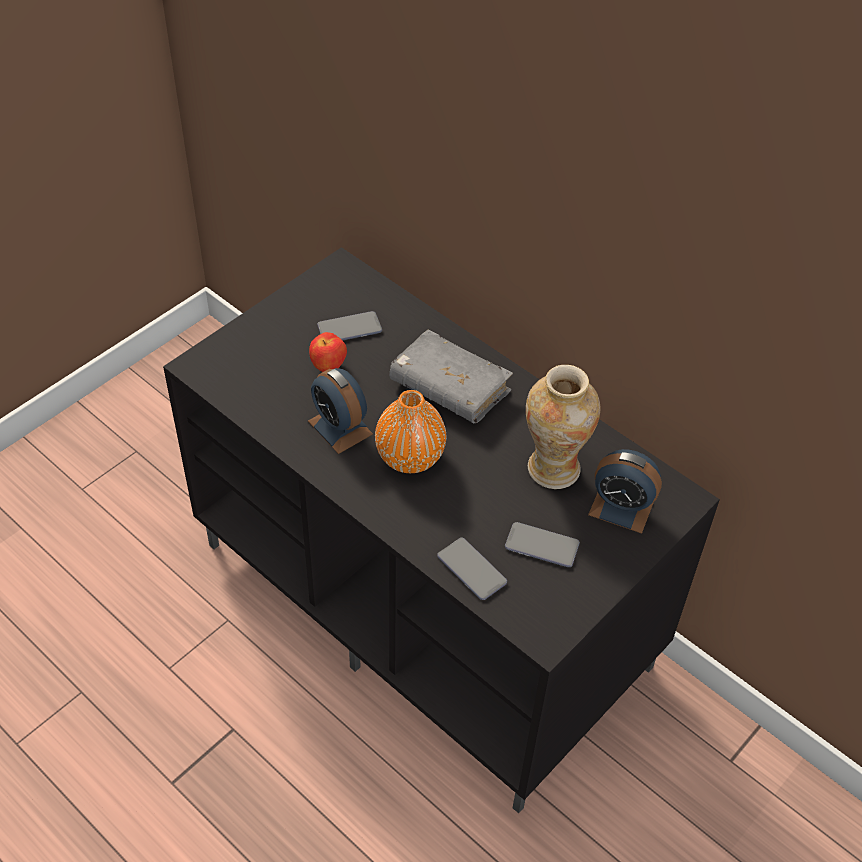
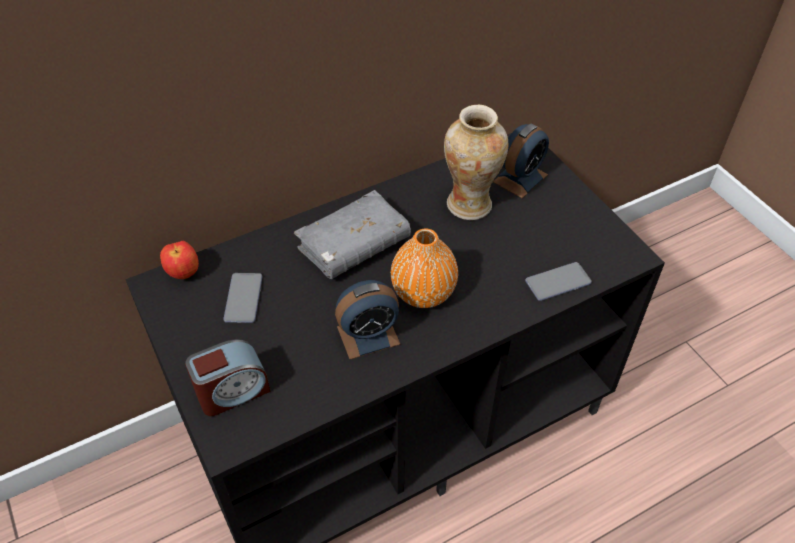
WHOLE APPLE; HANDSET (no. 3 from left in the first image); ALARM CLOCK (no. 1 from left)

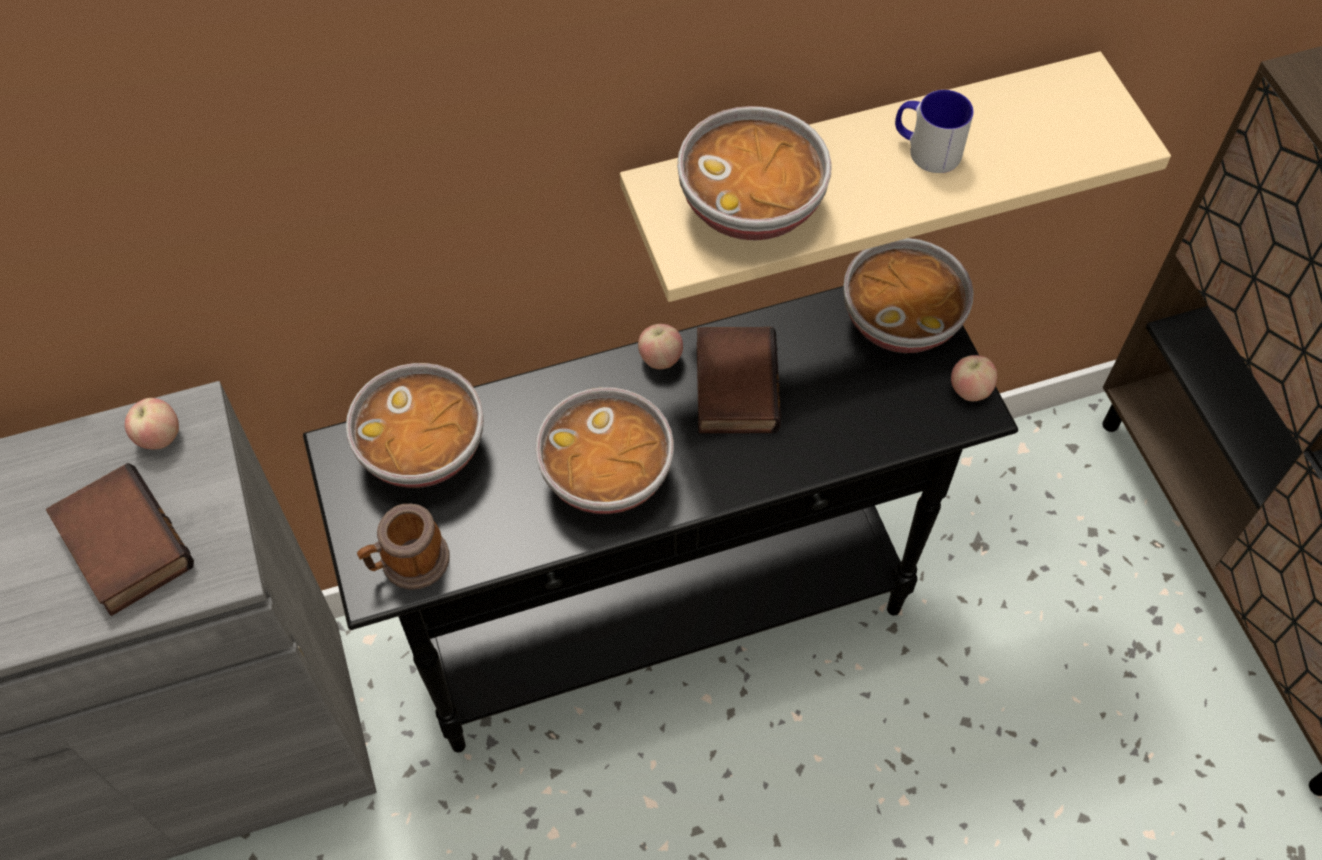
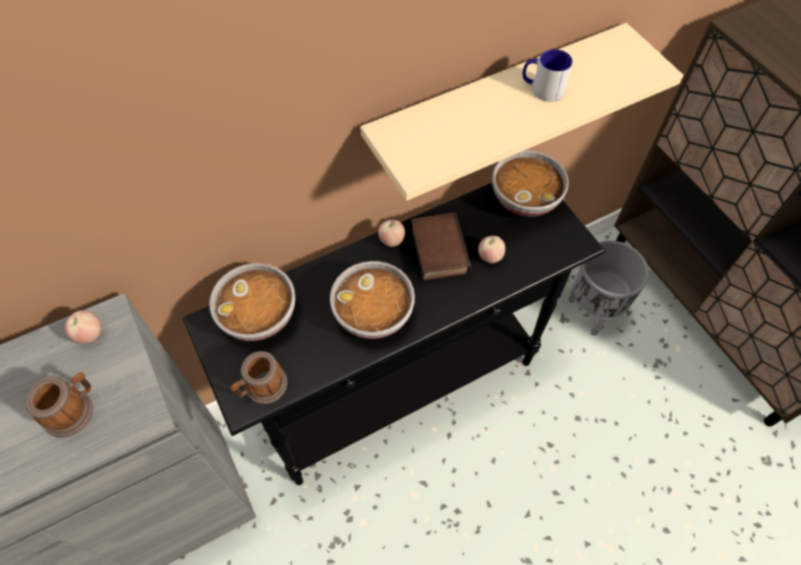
BOWL (no. 3 from left in the first image); WHOLE APPLE (no. 3 from left); COFFEE MUG (no. 1 from left); GREYISH FLOWER POT

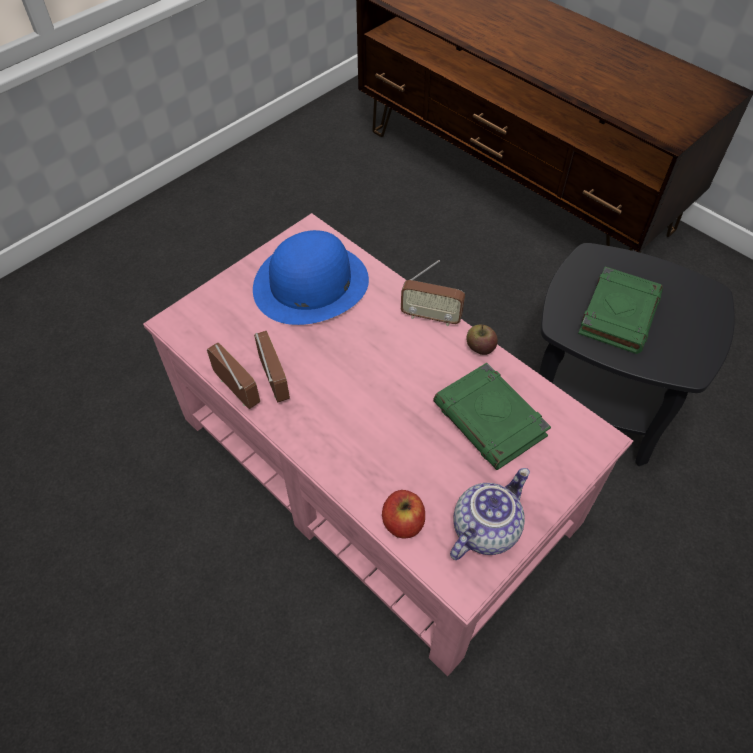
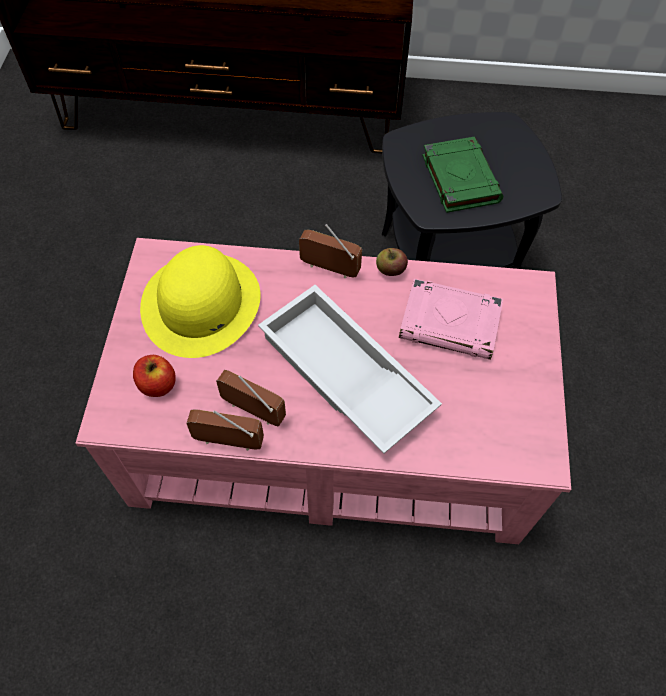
YELLOWISH CLOTHING HAT; RADIO SET (no. 3 from left); PINKISH VOLUME; TEAPOT; WHOLE APPLE (no. 1 from left); WHITE CARRYING TRAY

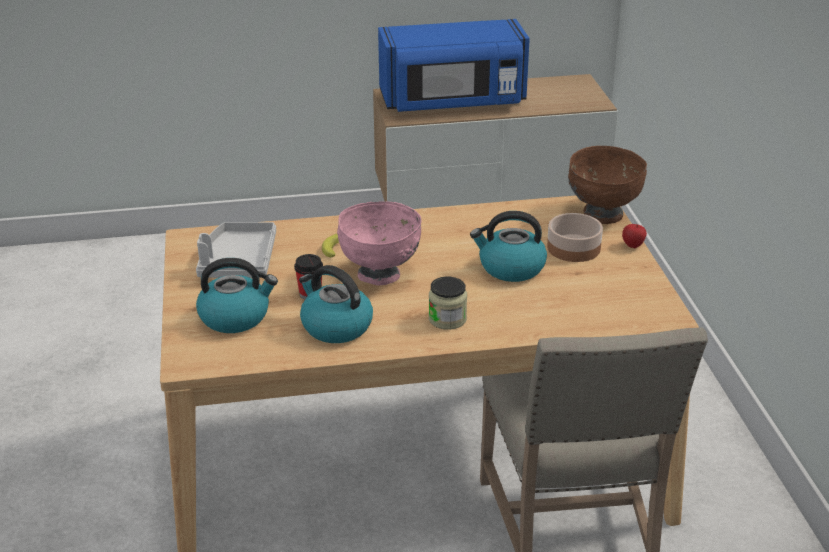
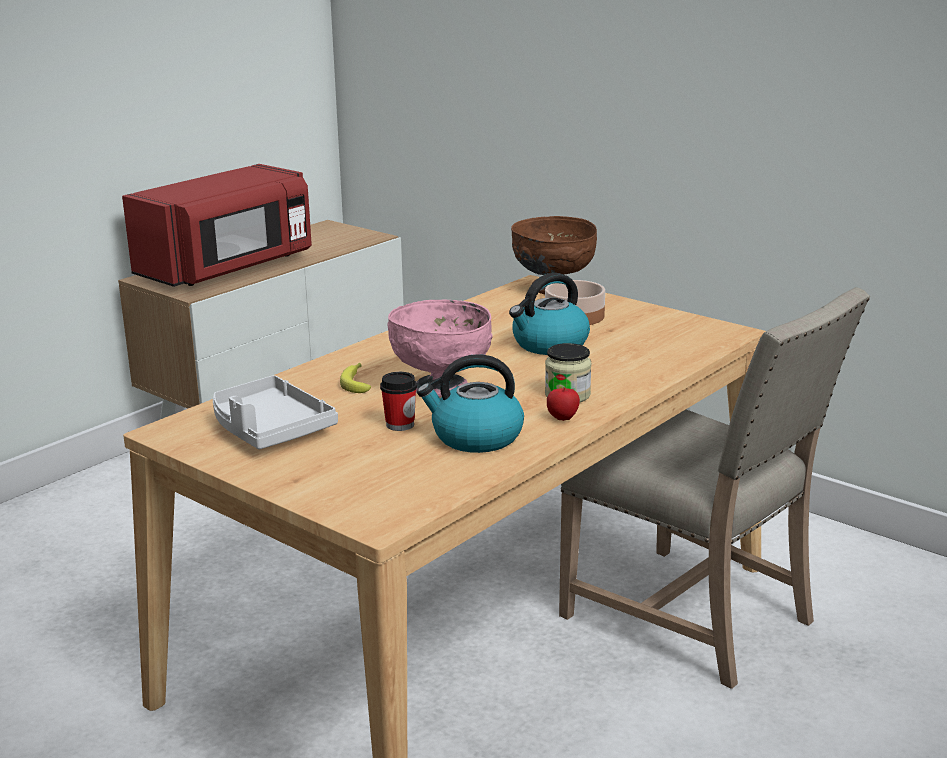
RED MICROWAVE OVEN; WHOLE APPLE; TEA KETTLE (no. 1 from left in the first image)

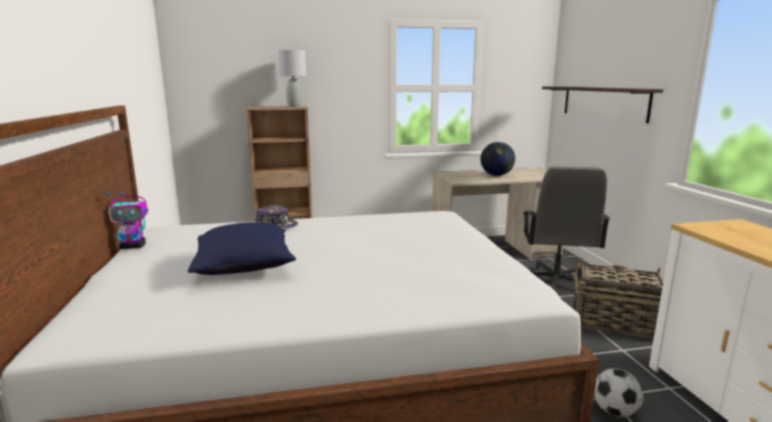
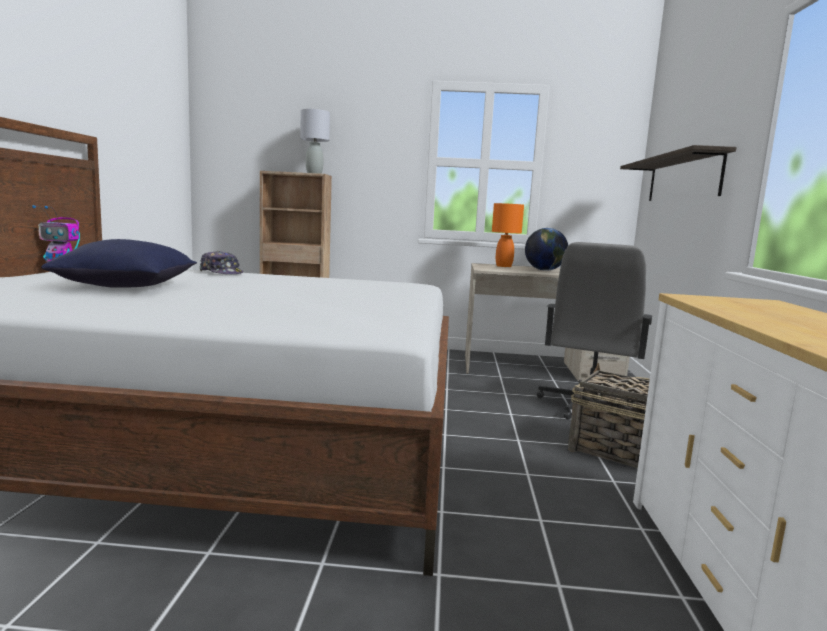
FOOTBALL; ORANGEY TABLE LAMP

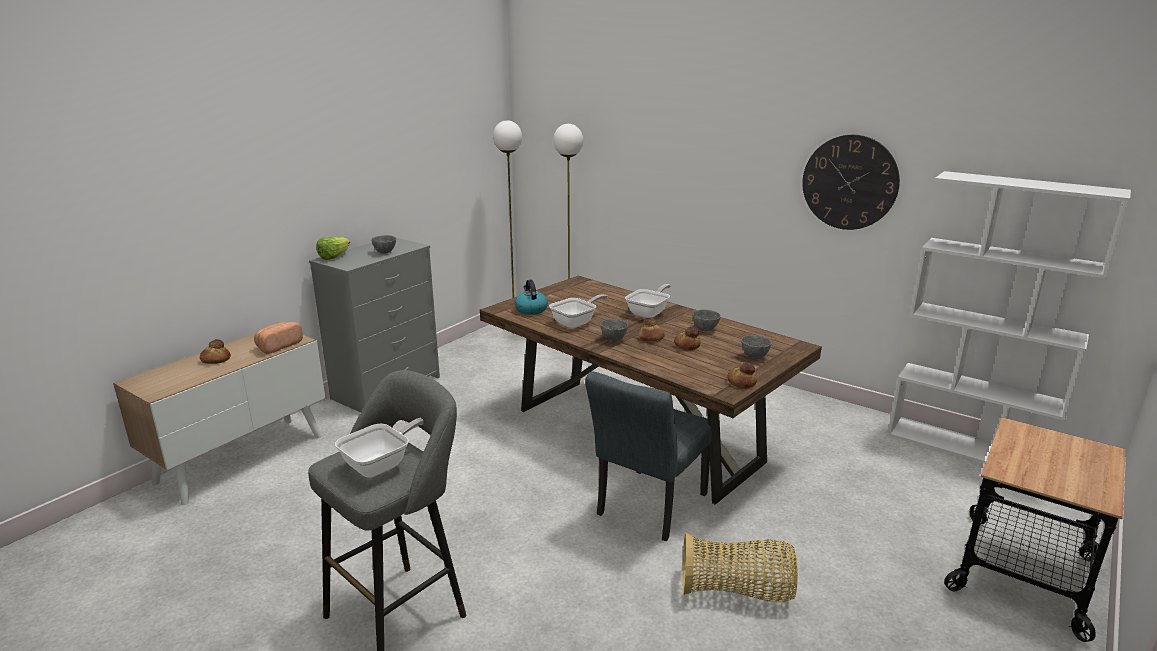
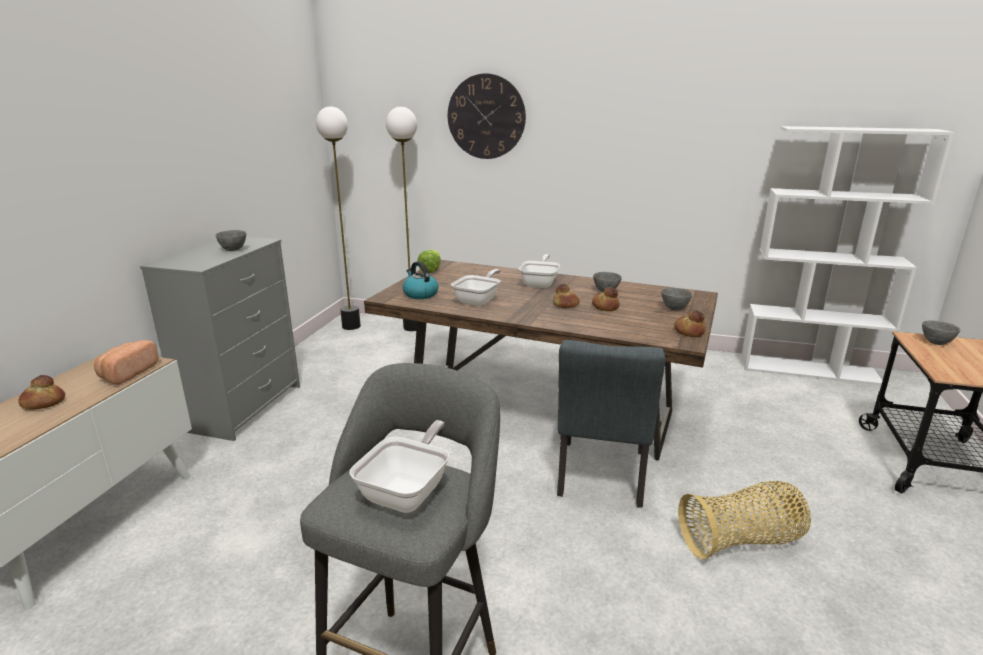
CLOCK ON THE WALL; HEAD OF LETTUCE; GREYISH BOWL (no. 4 from left)

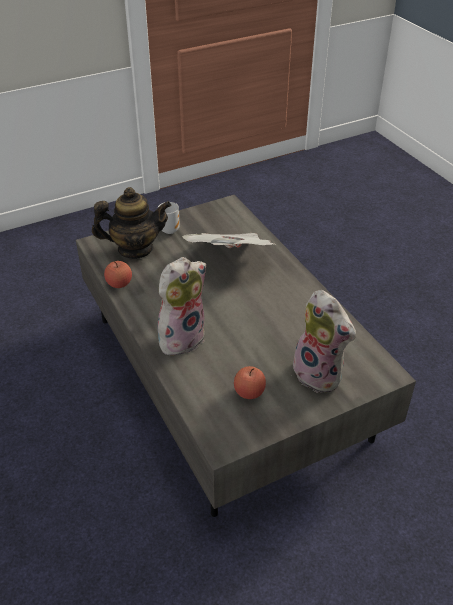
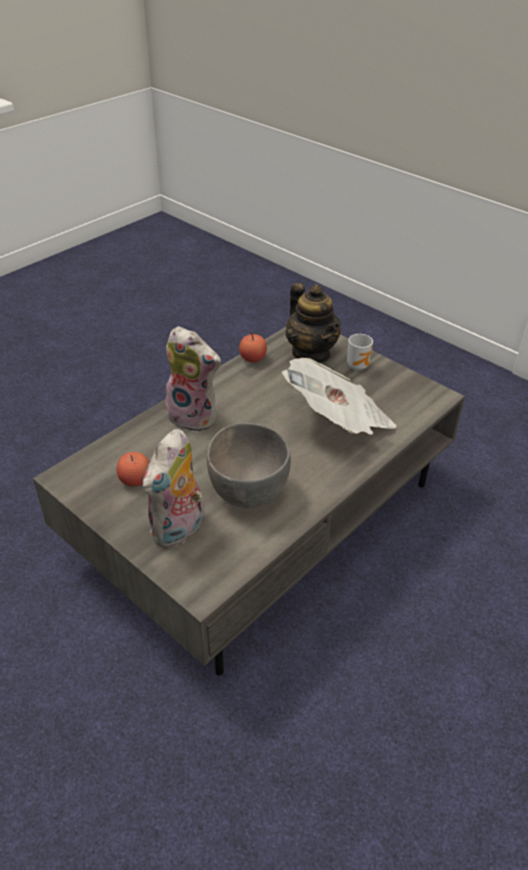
GREYISH BOWL

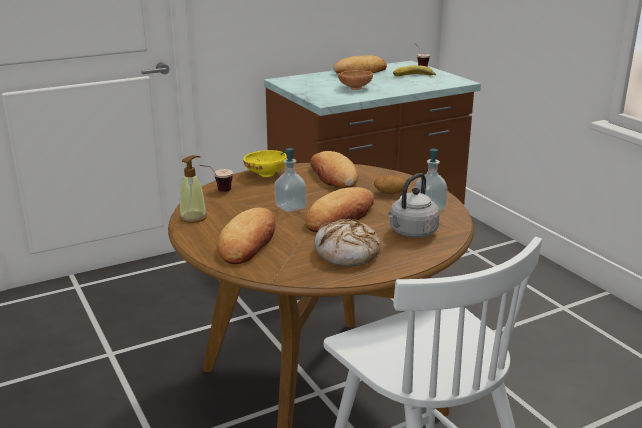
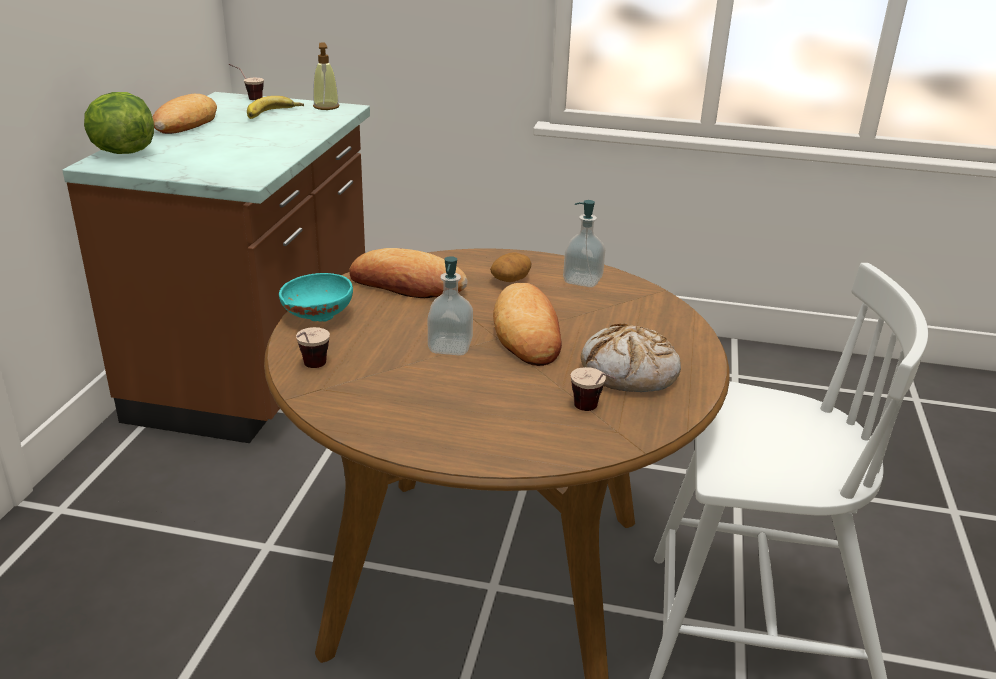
BROWN BOWL; TURQUOISE BOWL; LIQUID SOAP BOTTLE (no. 1 from left); GREYISH TEA KETTLE; BREAD (no. 1 from left in the first image); HEAD OF LETTUCE; SMALL CUP (no. 3 from left)

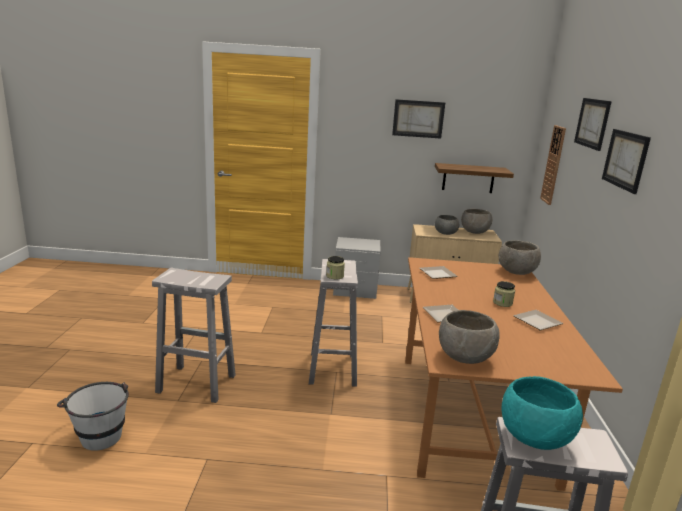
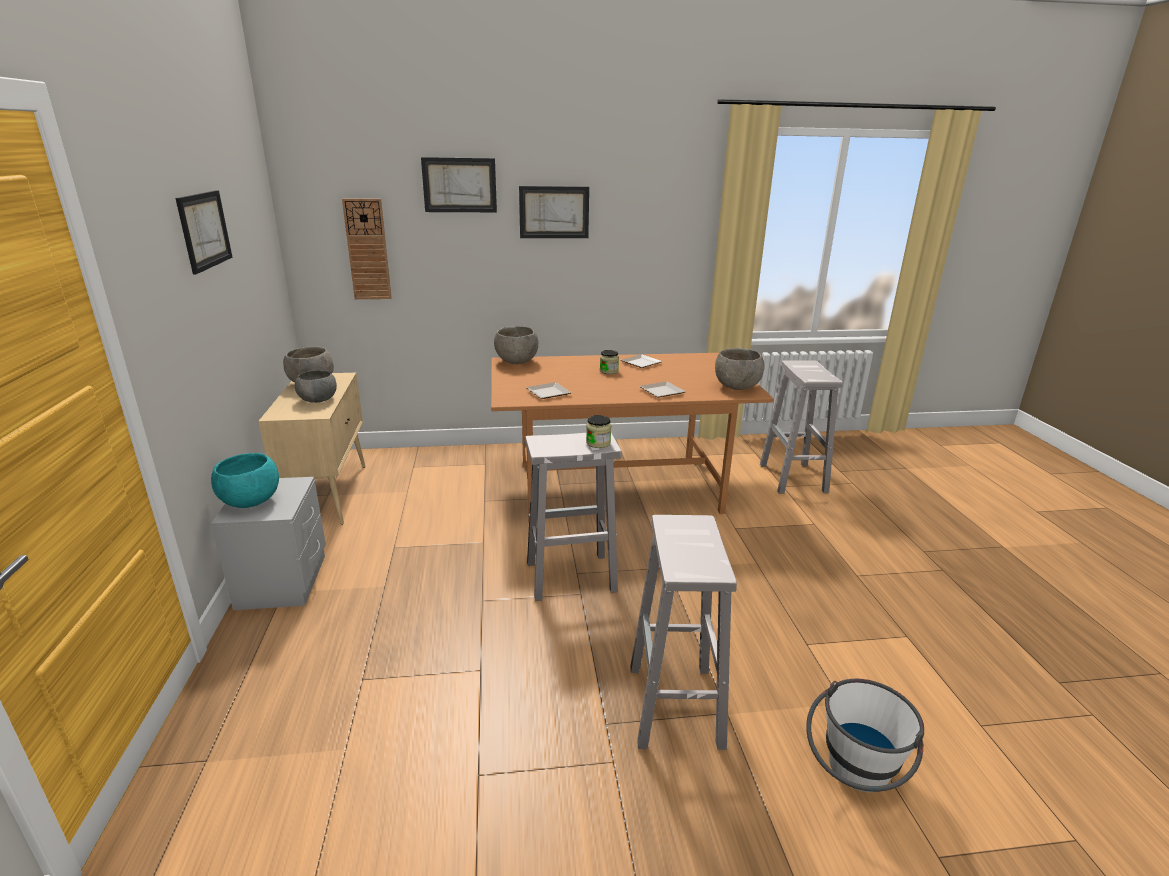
WALL SHELF; TURQUOISE BOWL

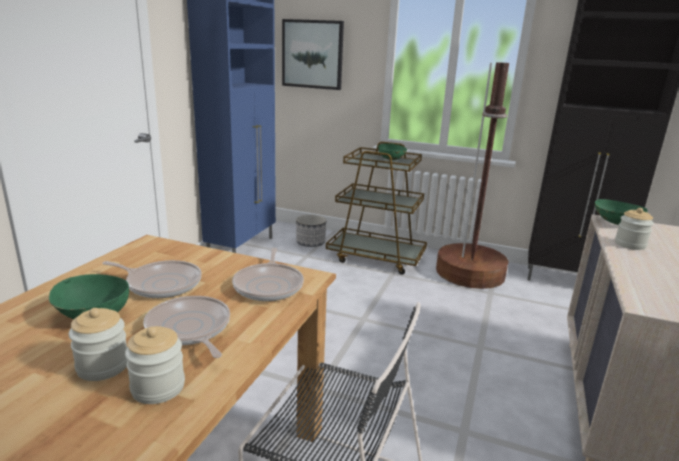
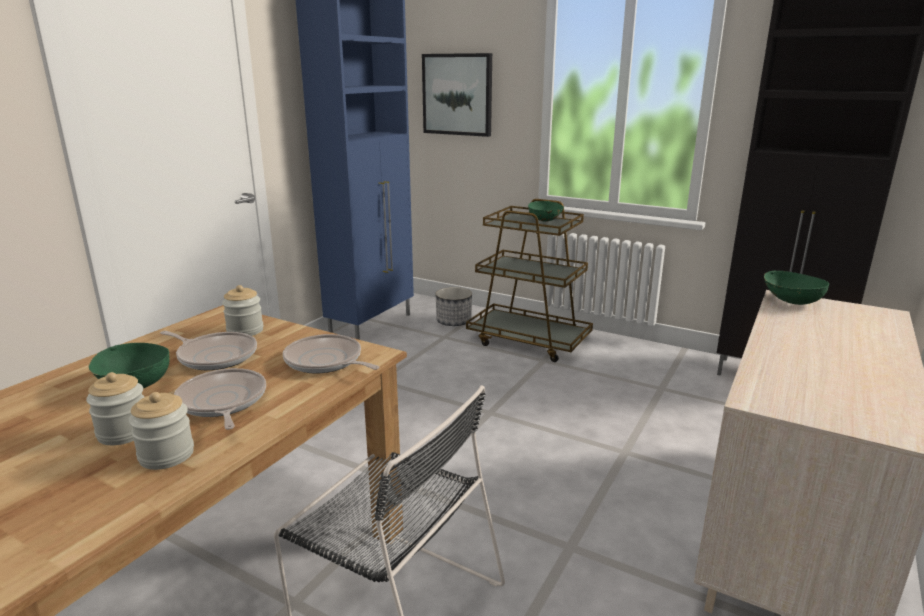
BROWN STANDING LAMP; PRESERVE JAR (no. 3 from left); SKILLET (no. 3 from left)

